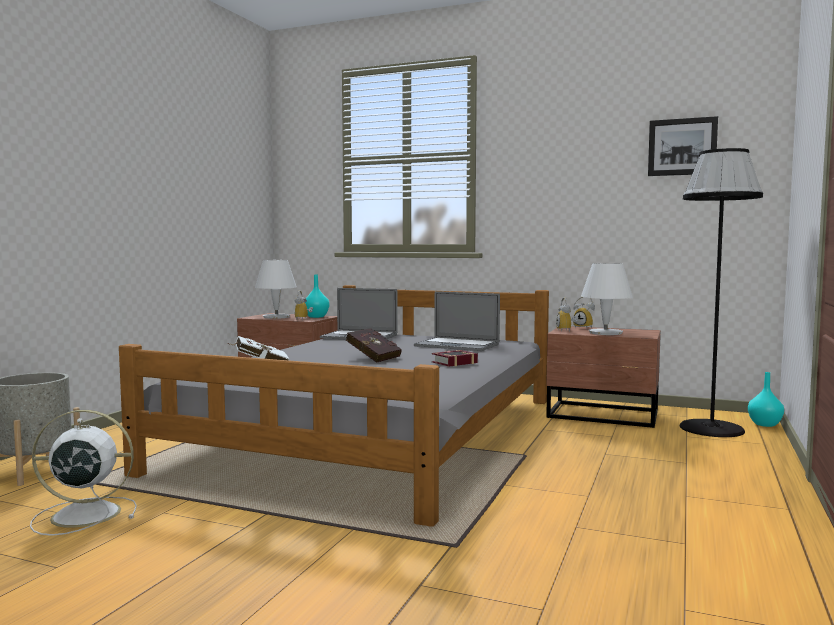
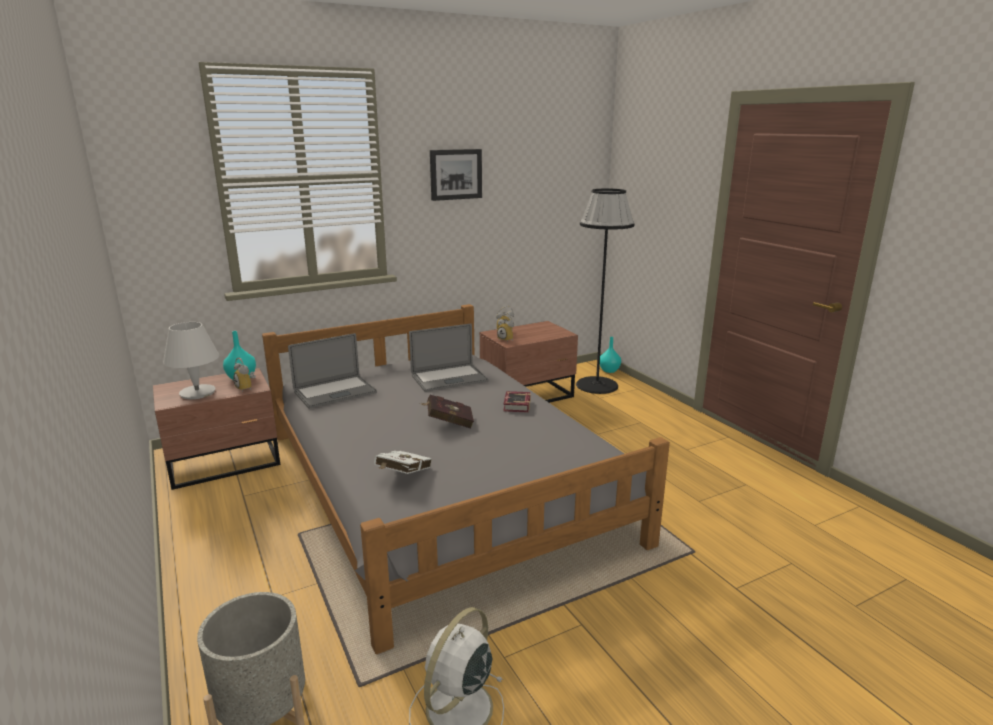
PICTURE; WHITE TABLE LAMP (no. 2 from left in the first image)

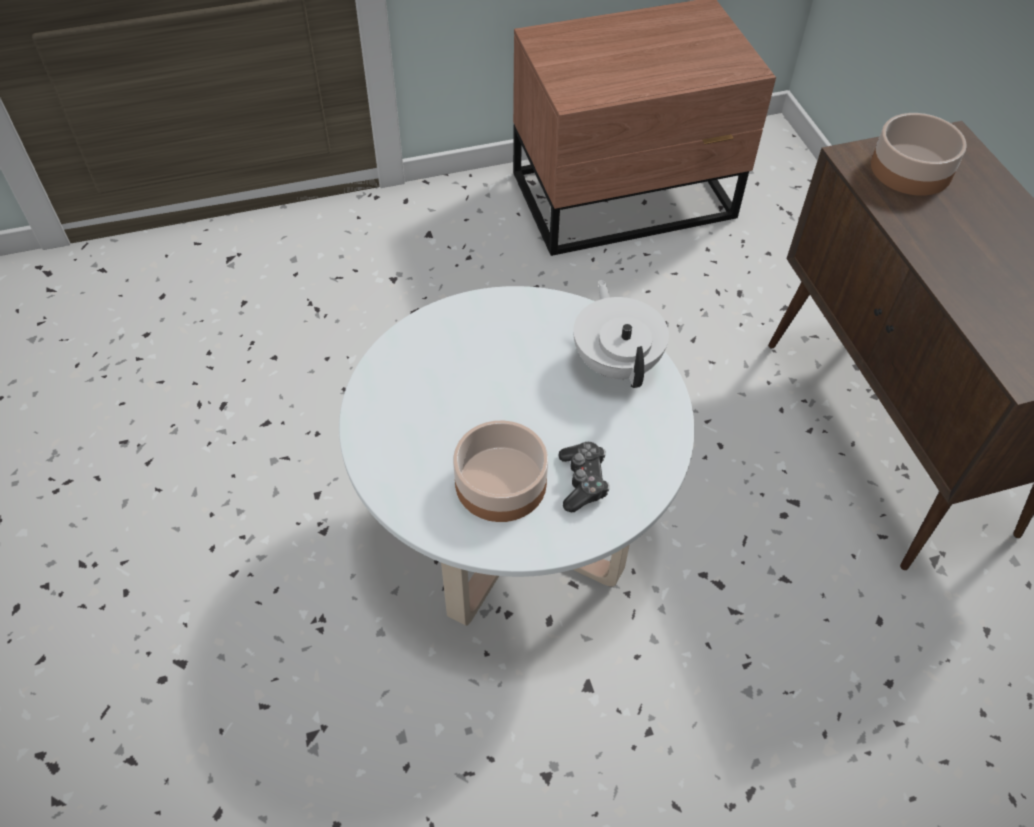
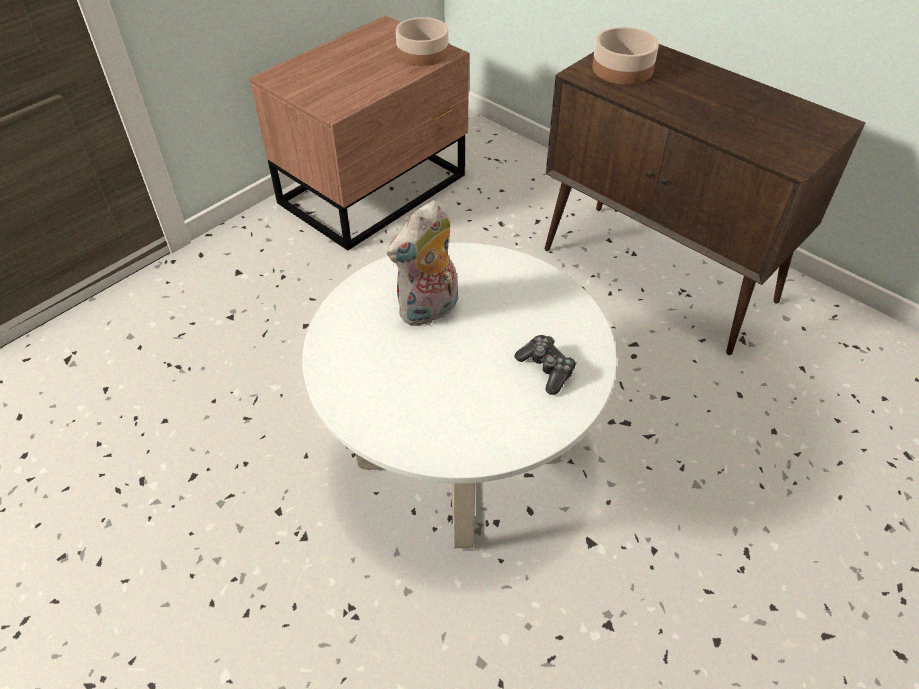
WHITE TEAPOT; BOWL (no. 1 from left); CUDDLY TOY

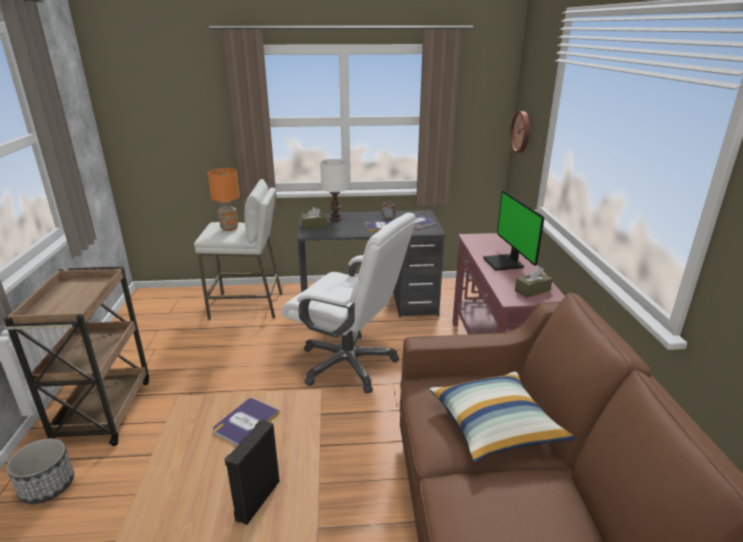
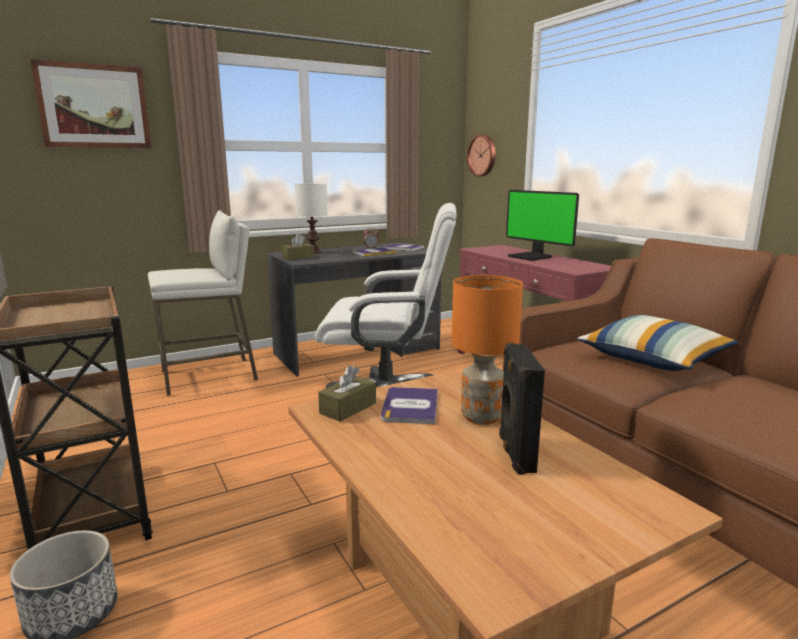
ORANGEY TABLE LAMP; BROWN TISSUE BOX (no. 2 from left); PICTURE

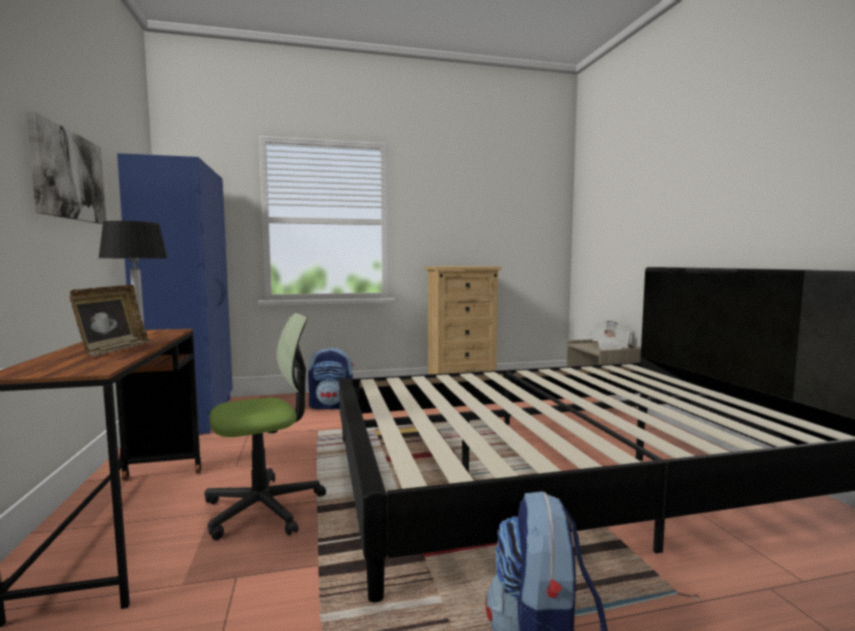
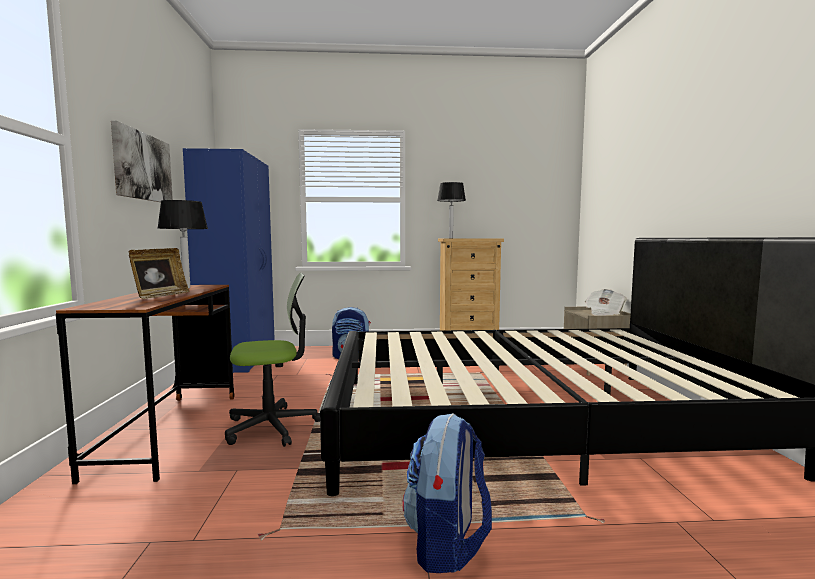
TABLE LAMP (no. 2 from left)

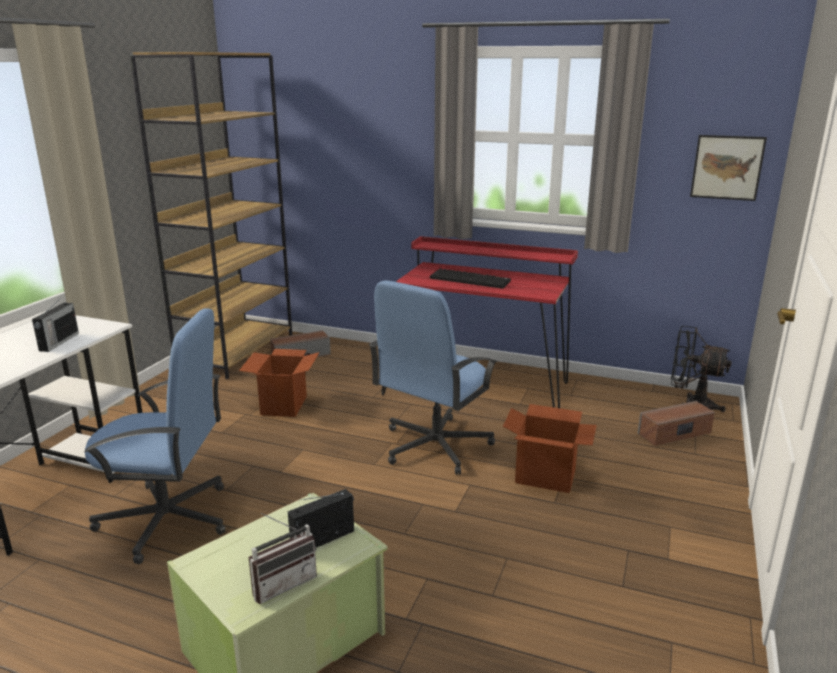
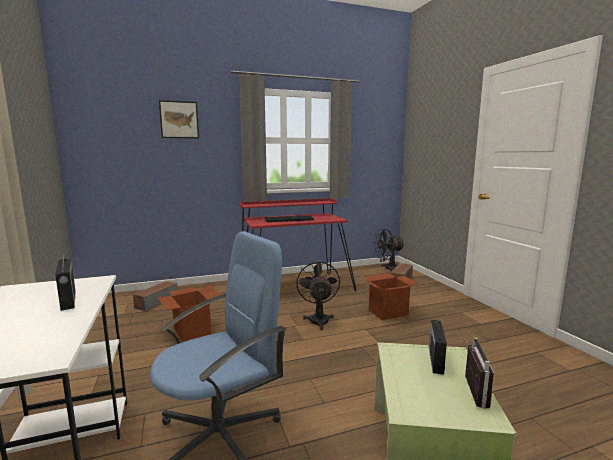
BROWN BOOKSHELF; PICTURE; BLACKISH COOLING FAN (no. 1 from left)

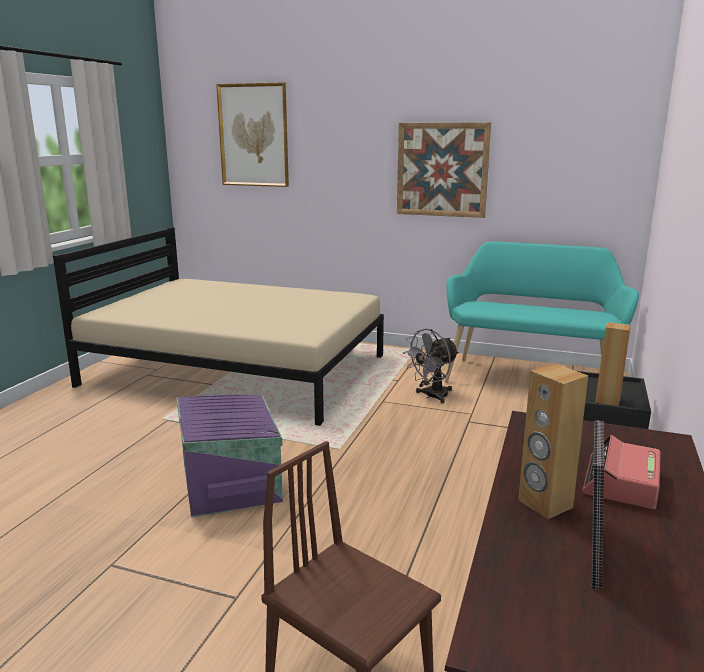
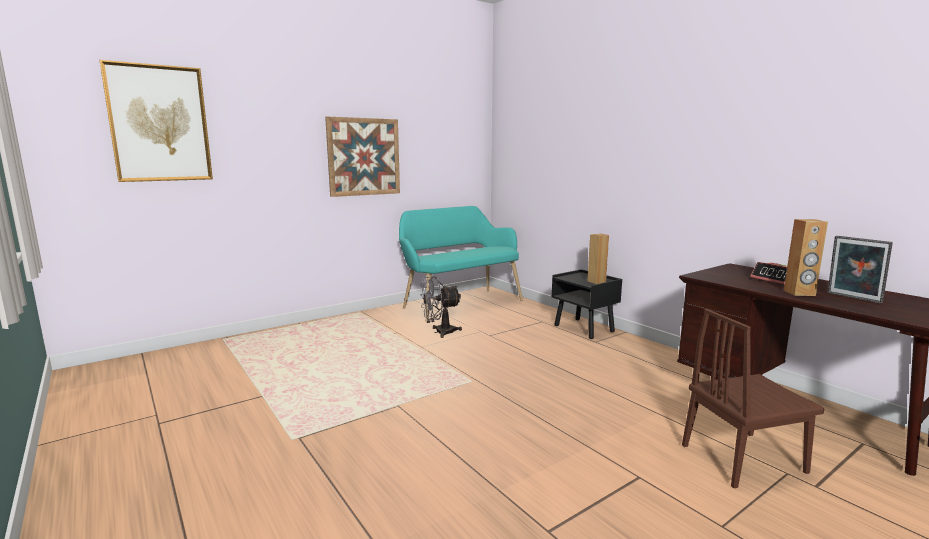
SAND-COLOURED BEDROOM BED; GREYISH COOLING FAN; PURPLE STORAGE BIN

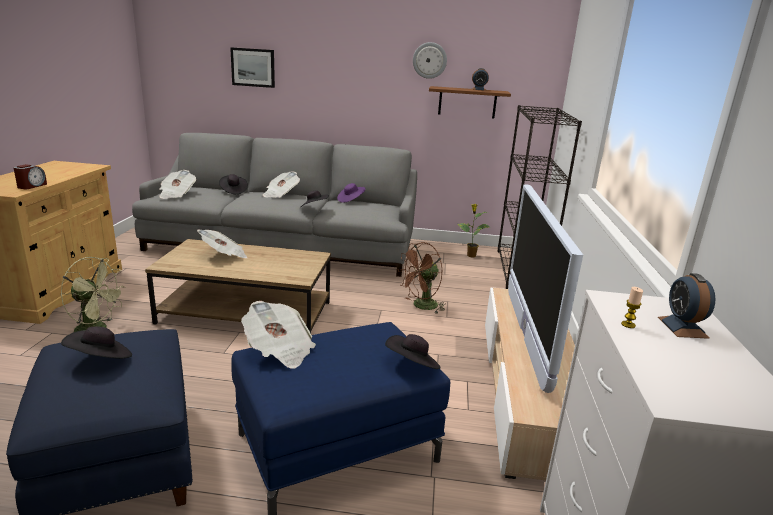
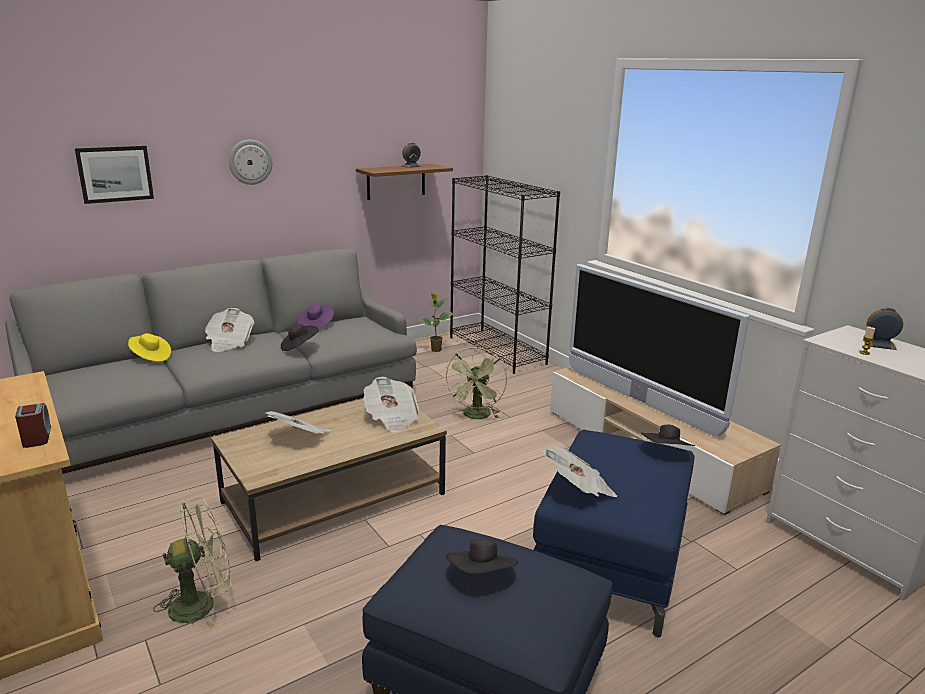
CLOCK ON THE WALL; DAILY PAPER (no. 3 from left); YELLOWISH CLOTHING HAT; GREEN COOLING FAN (no. 2 from left); ALARM CLOCK (no. 3 from left)

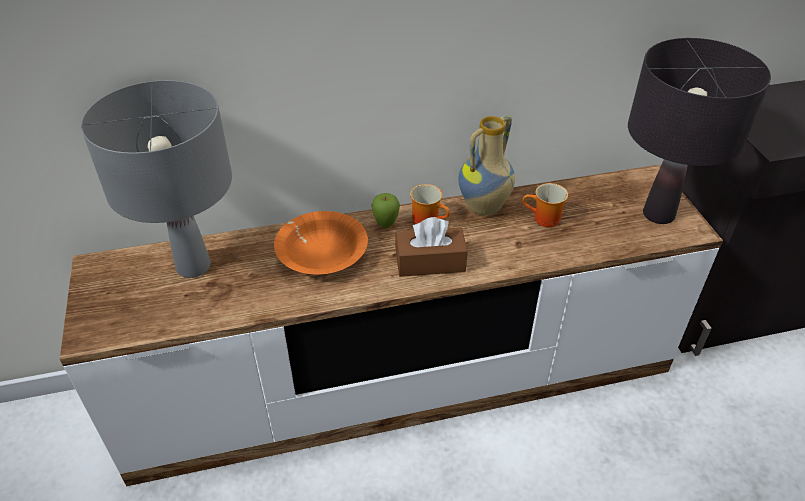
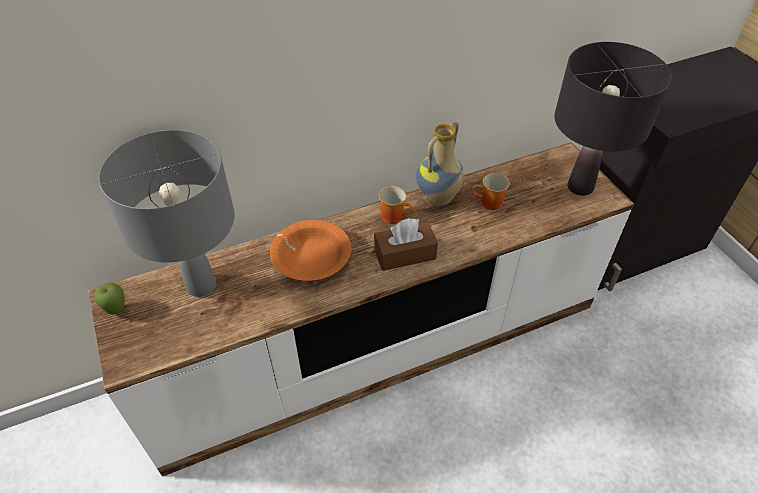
WHOLE APPLE

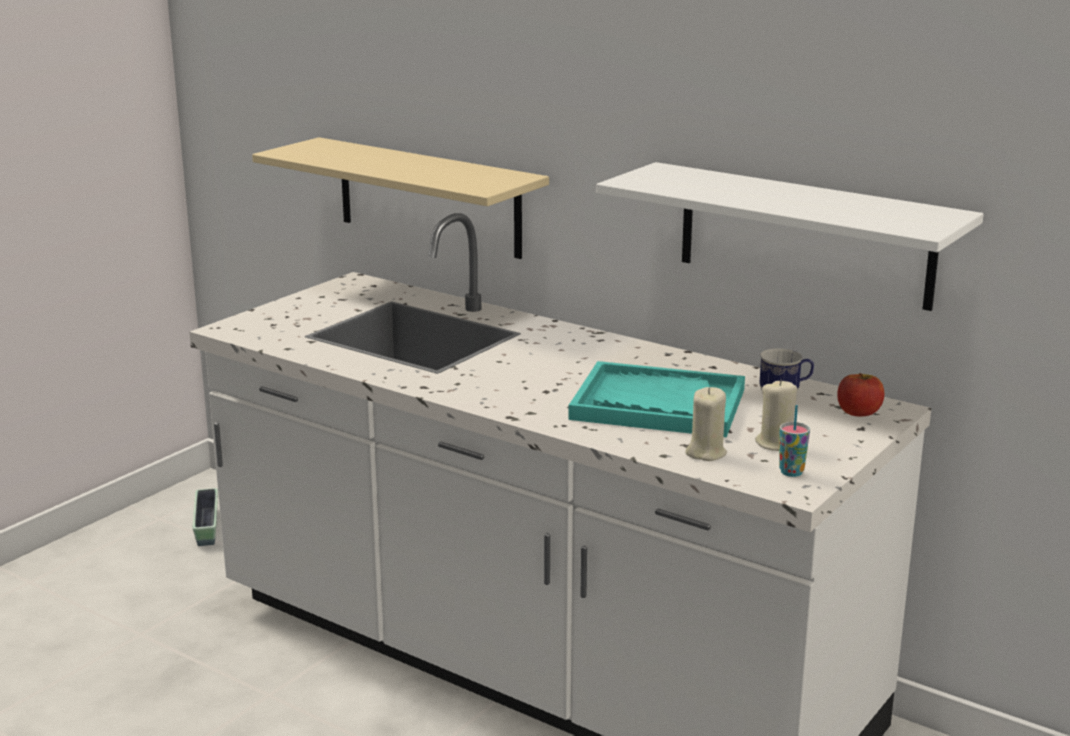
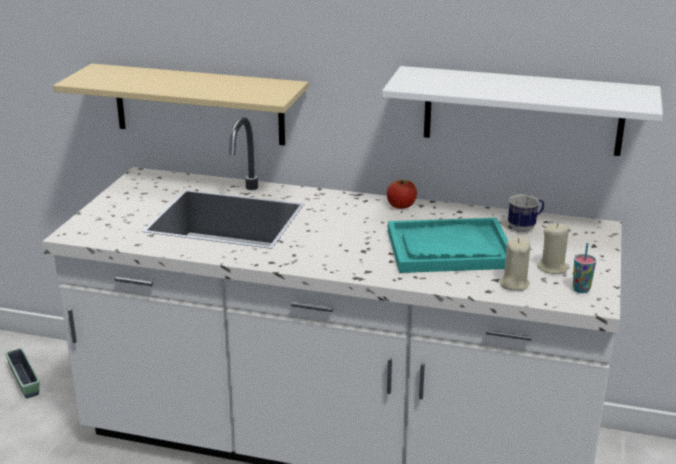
WHOLE APPLE

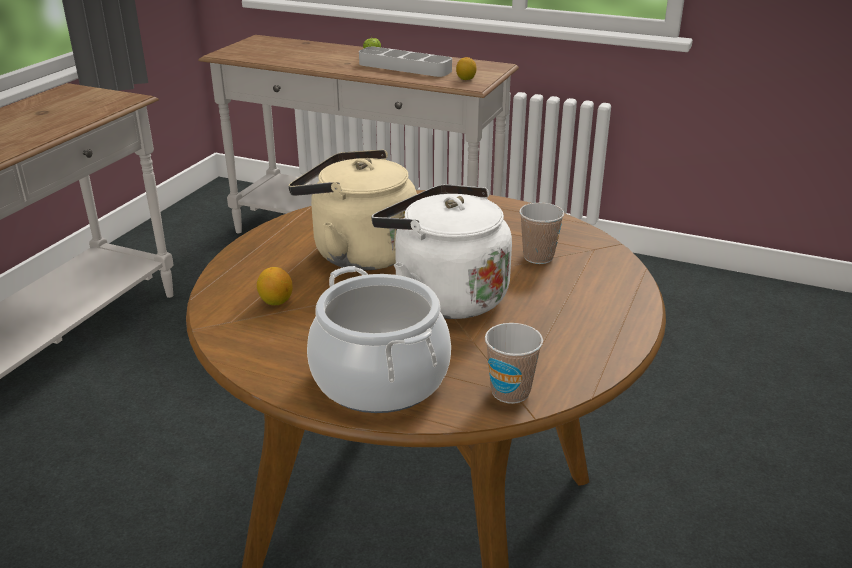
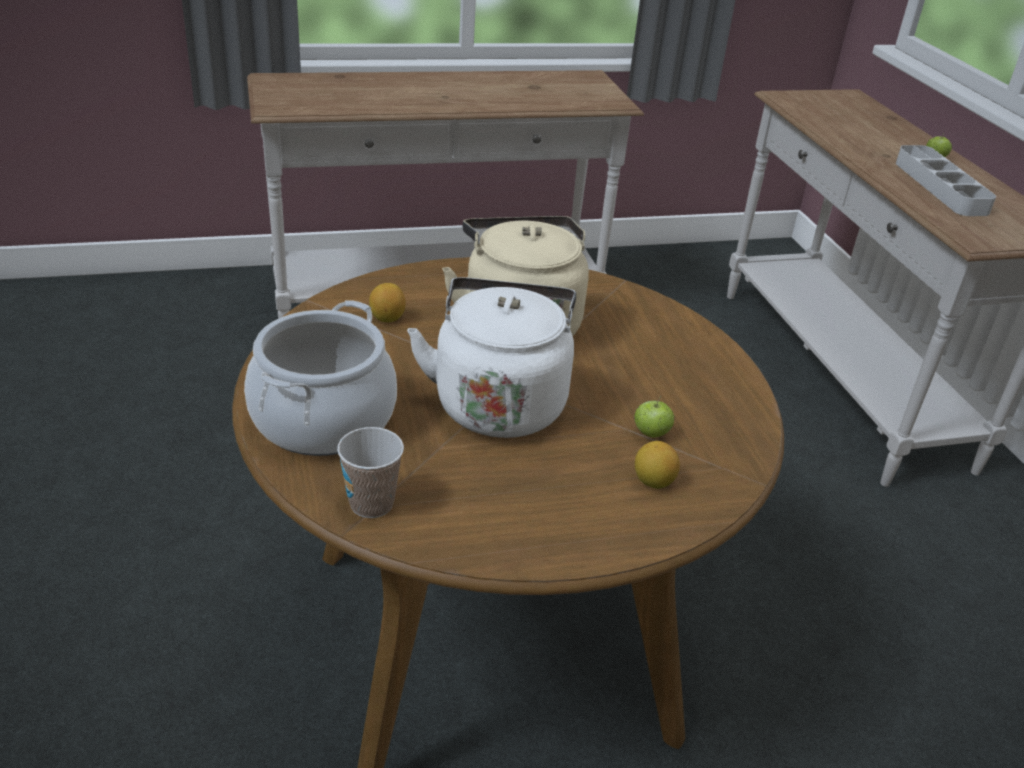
WHOLE LEMON (no. 2 from left); WHOLE APPLE (no. 1 from left)

